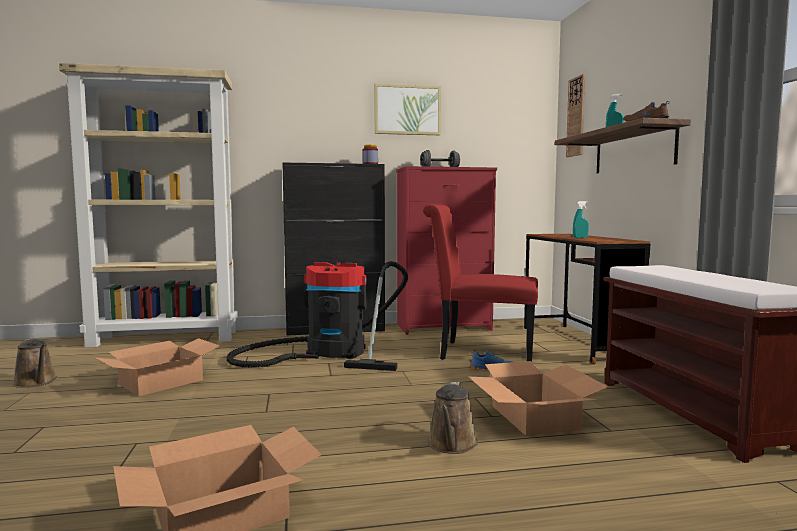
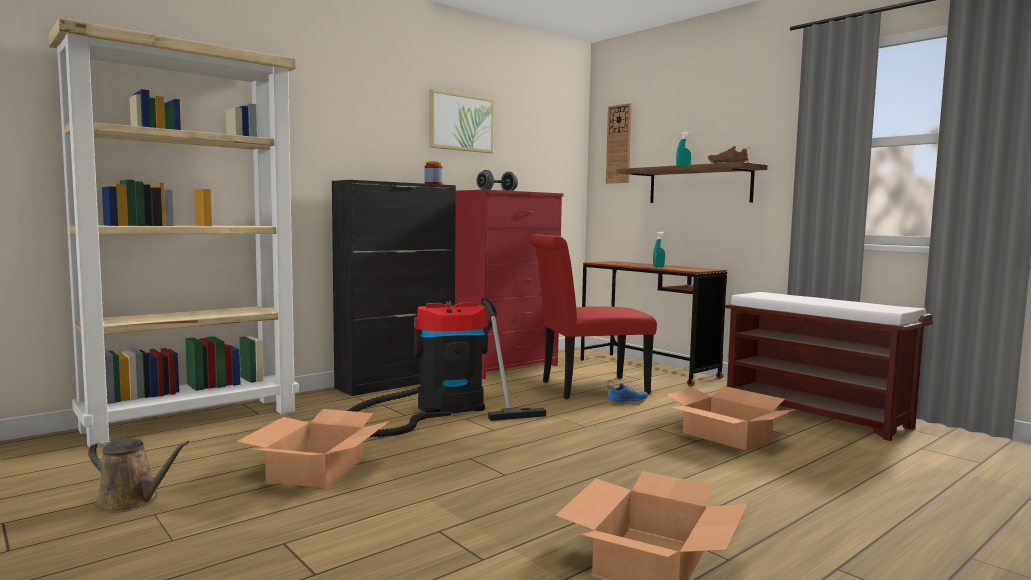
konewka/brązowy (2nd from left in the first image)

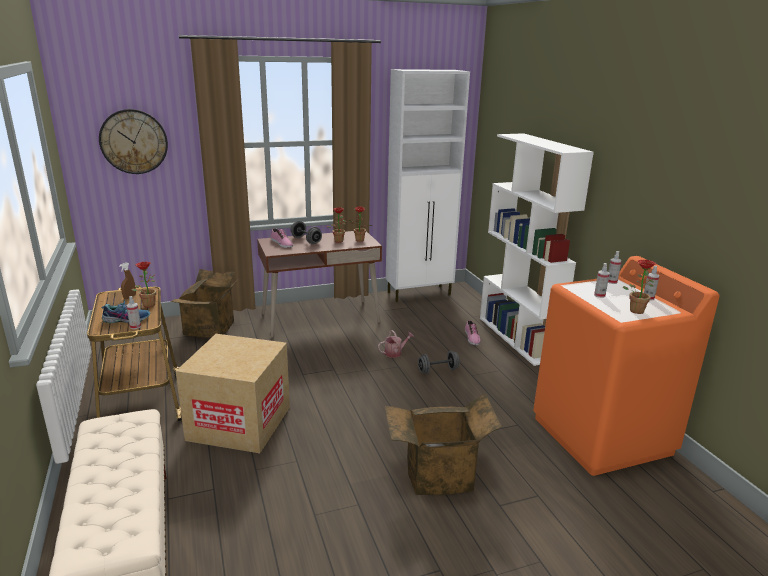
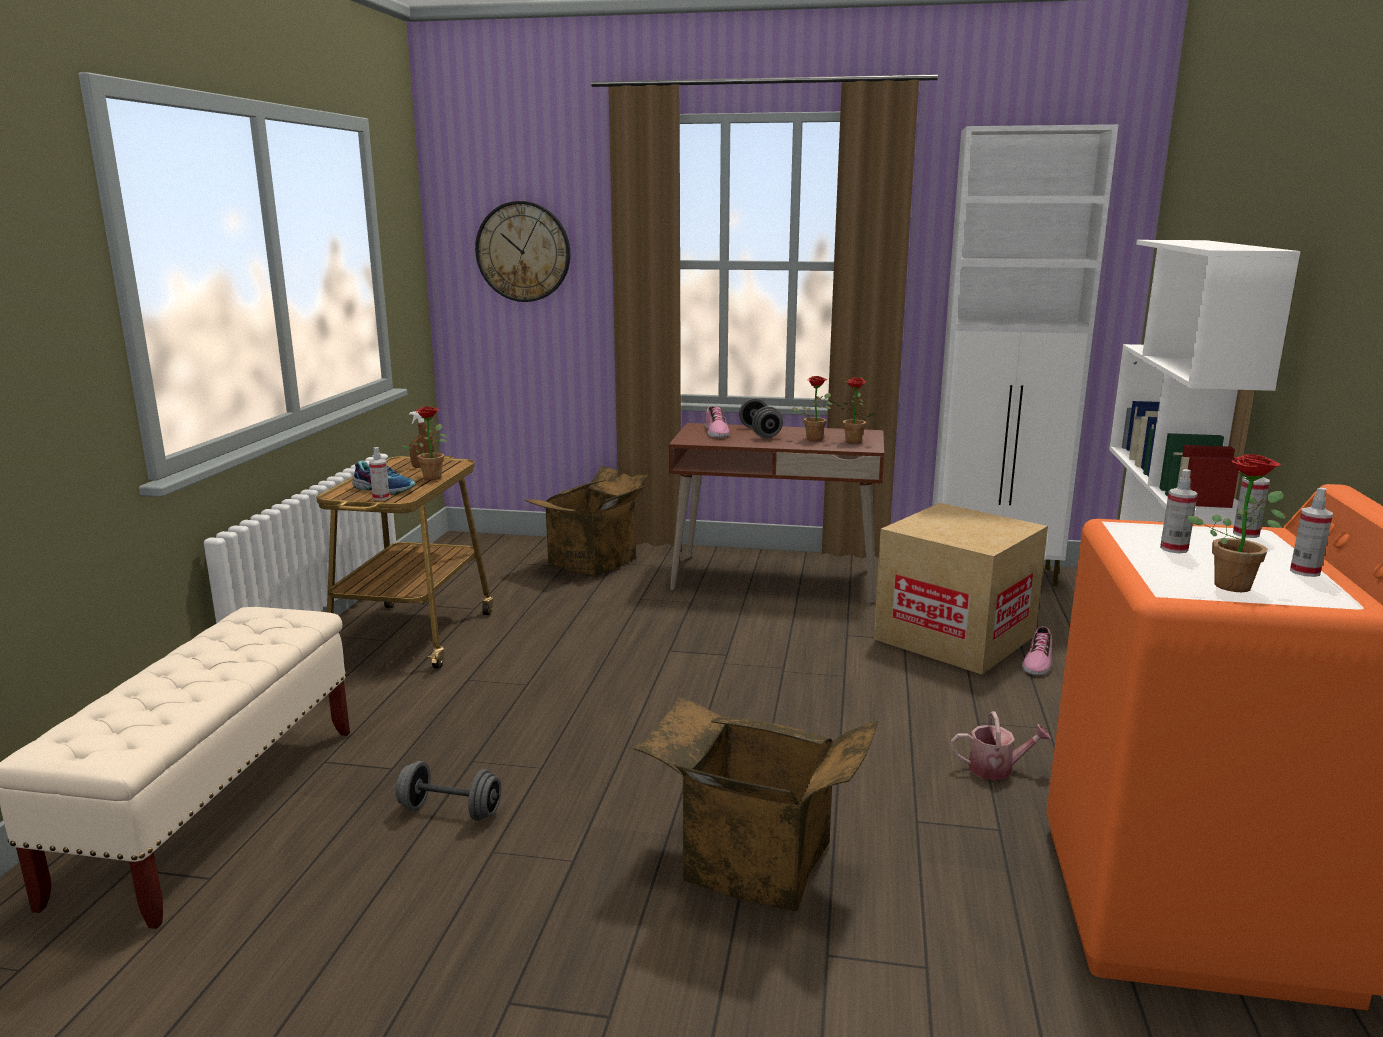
karton (3rd from left); konewka; hantel/szary (1st from left)

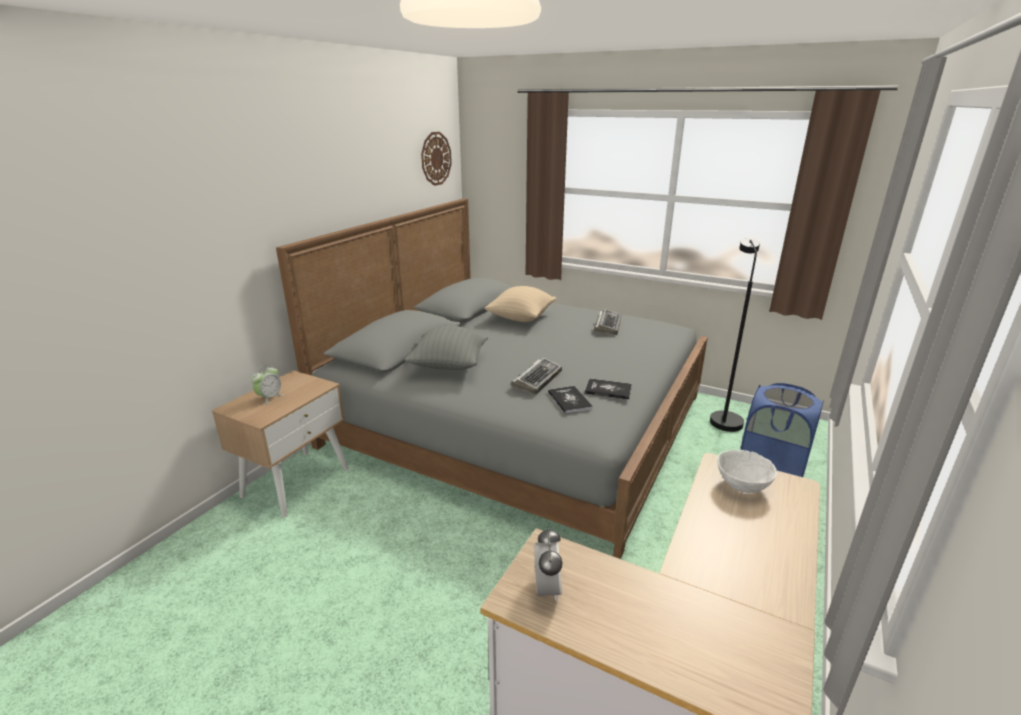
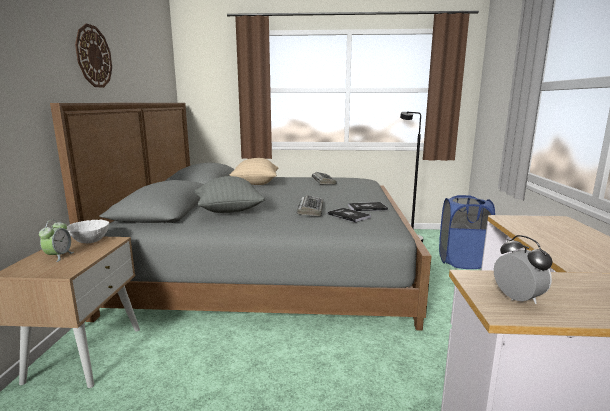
zegar ścienny; miska/biały

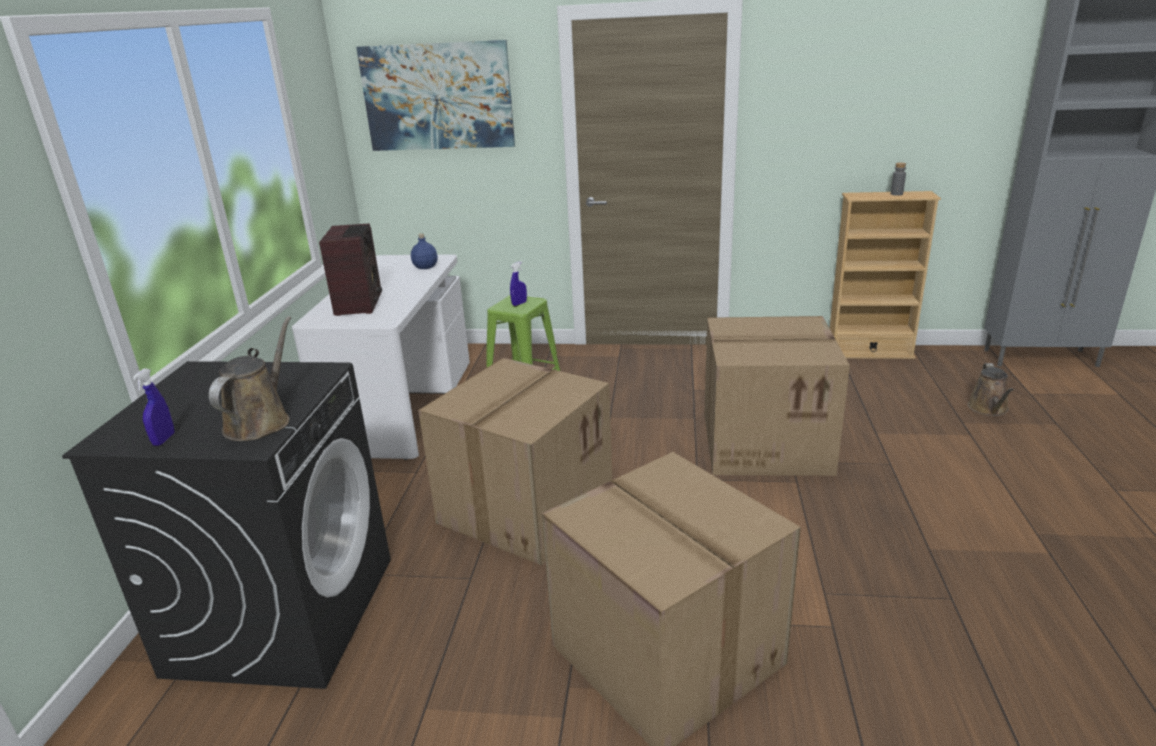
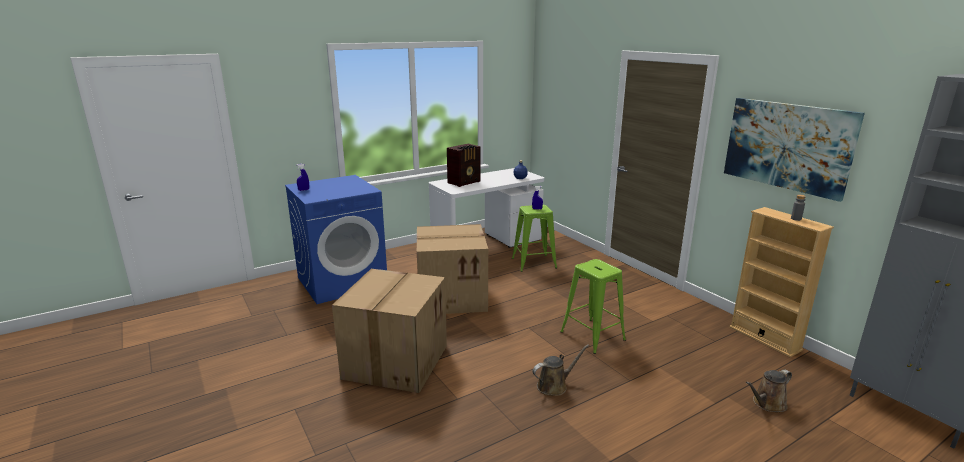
pralka/niebieski; konewka/brązowy (1st from left); obraz; stołek/zielony (2nd from left)

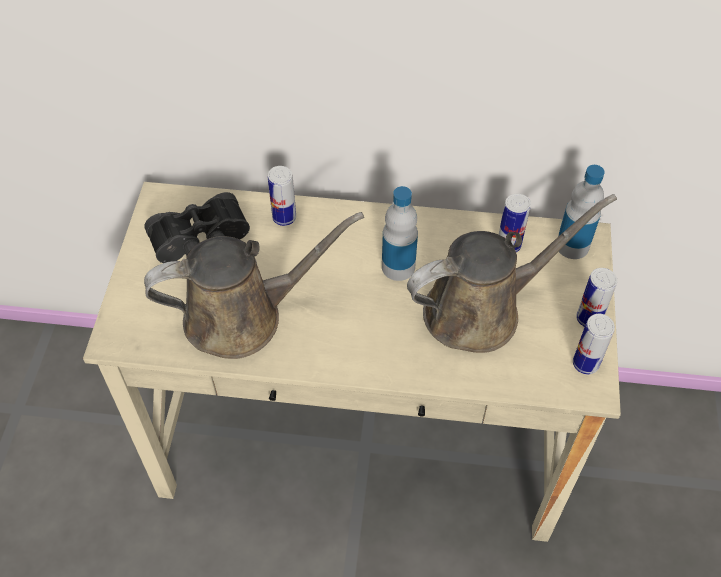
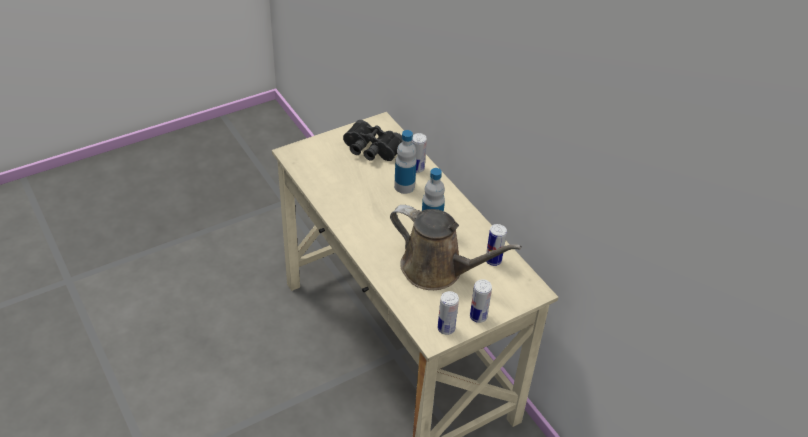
konewka/brązowy (1st from left in the first image); butelka (1st from left)

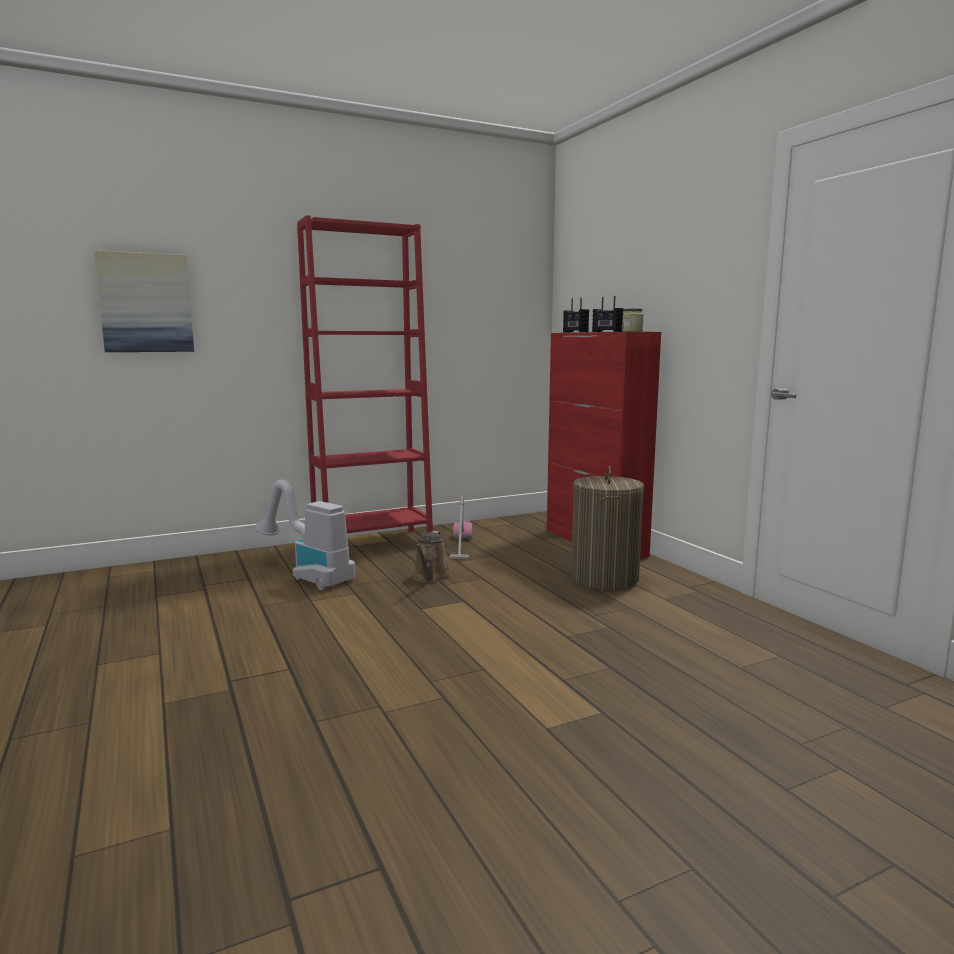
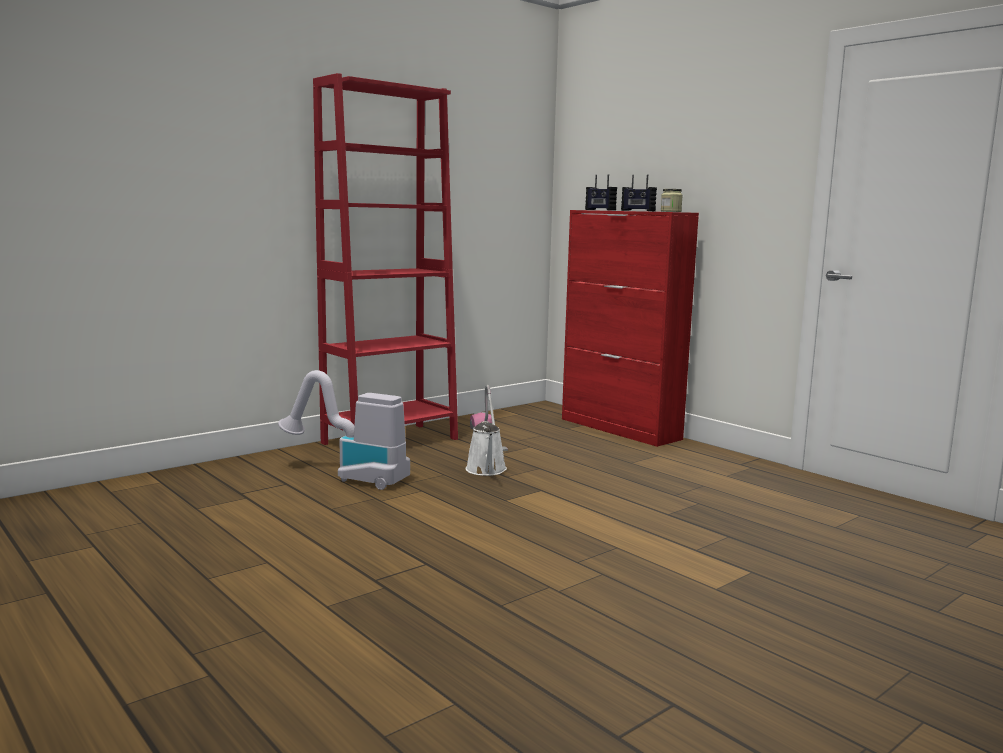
obraz; konewka/biały; kosz na pranie

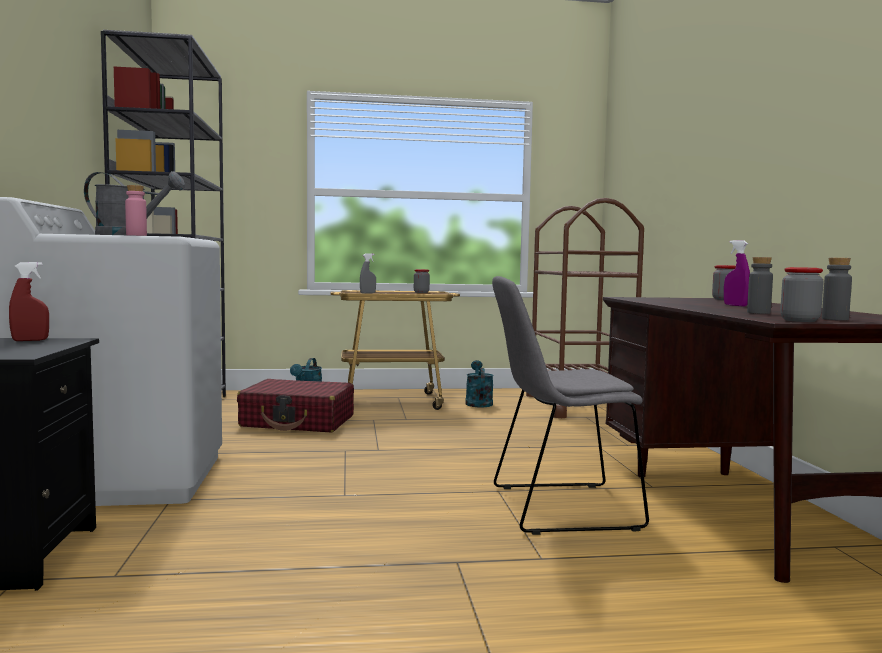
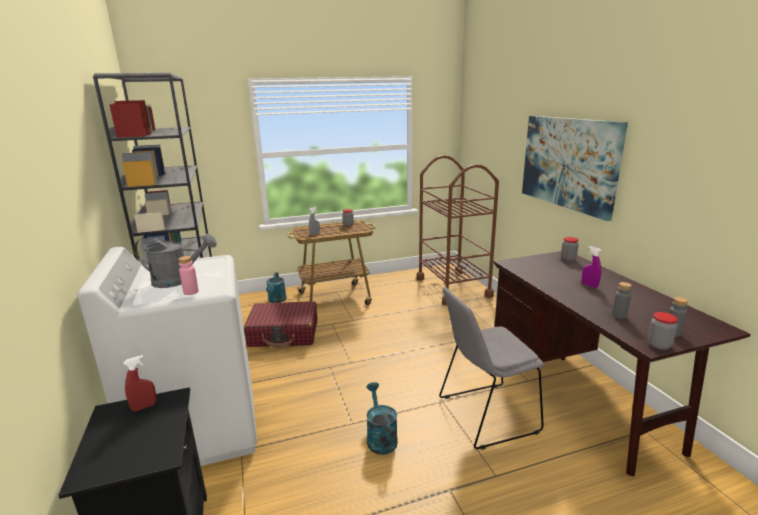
konewka/turkusowy (2nd from left); obraz

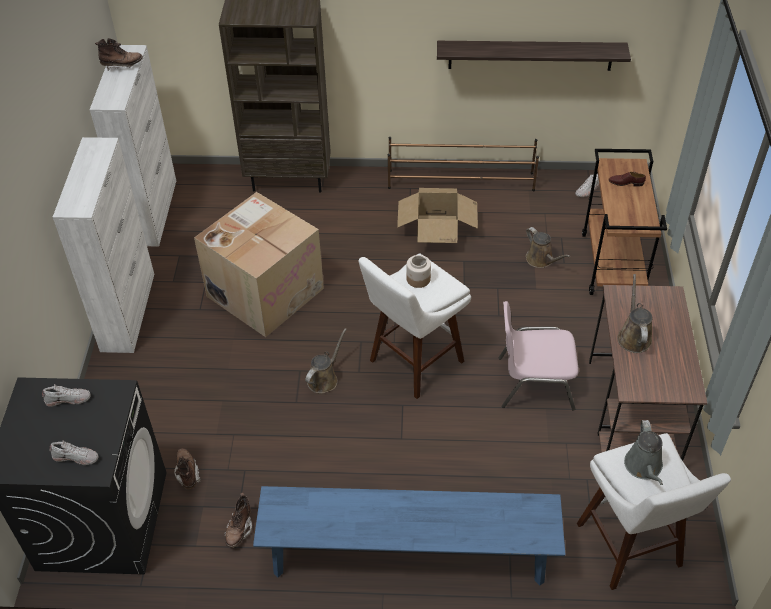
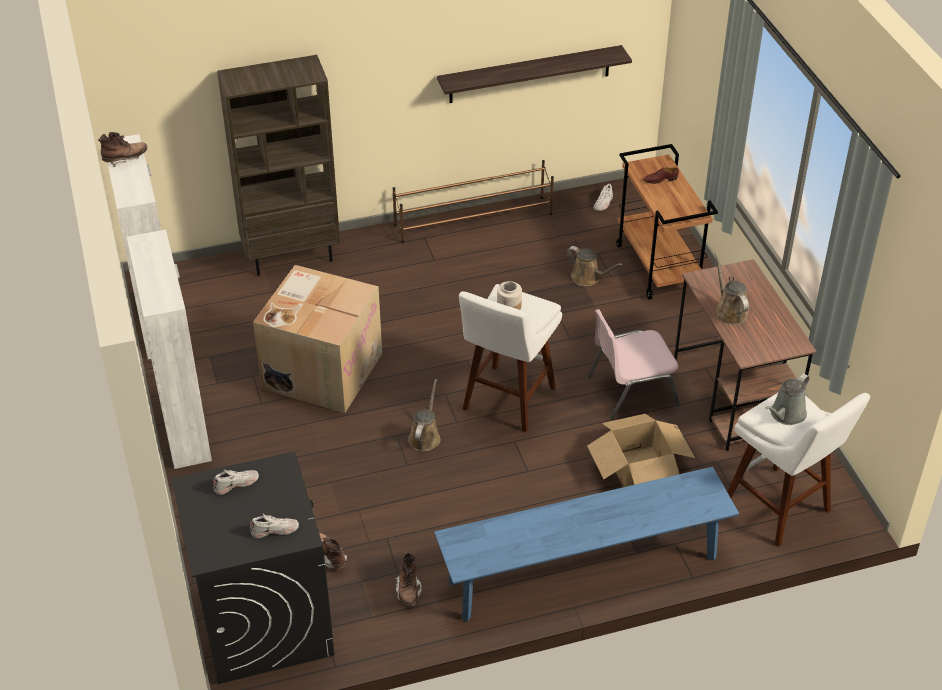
karton (2nd from left); konewka/szary

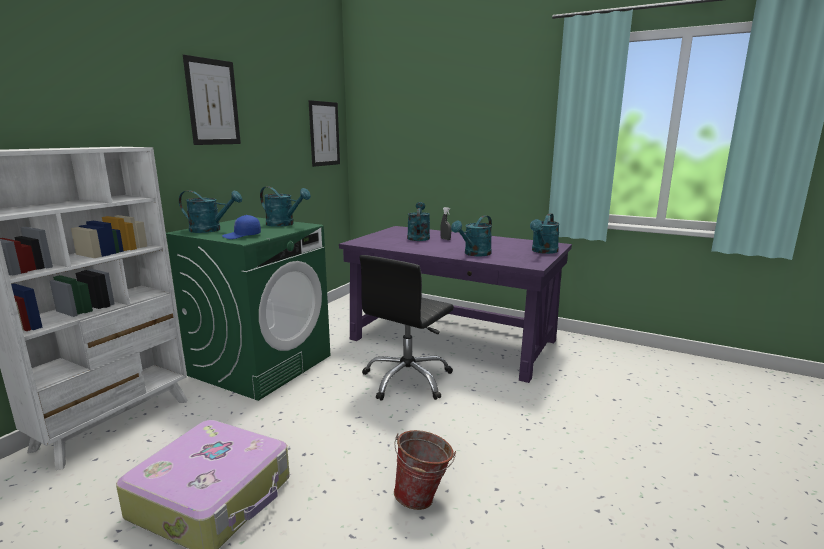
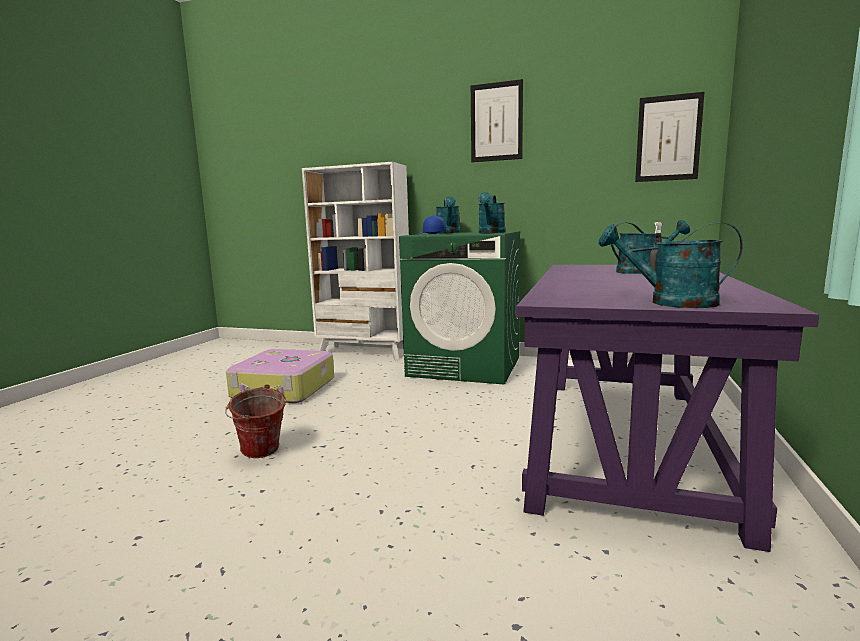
krzesło biurowe/czarny; konewka/turkusowy (4th from left in the first image)

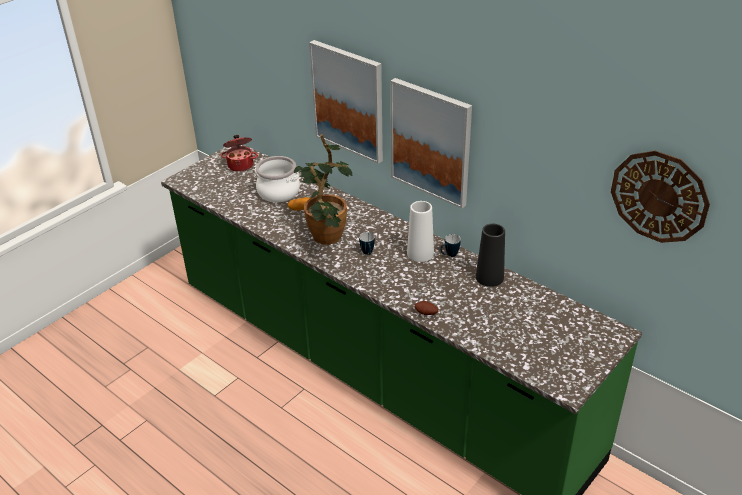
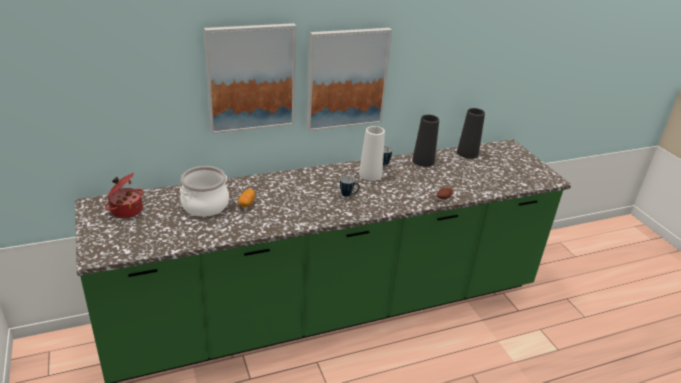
roślina doniczkowa; zegar ścienny; wazon/czarny (2nd from left)

